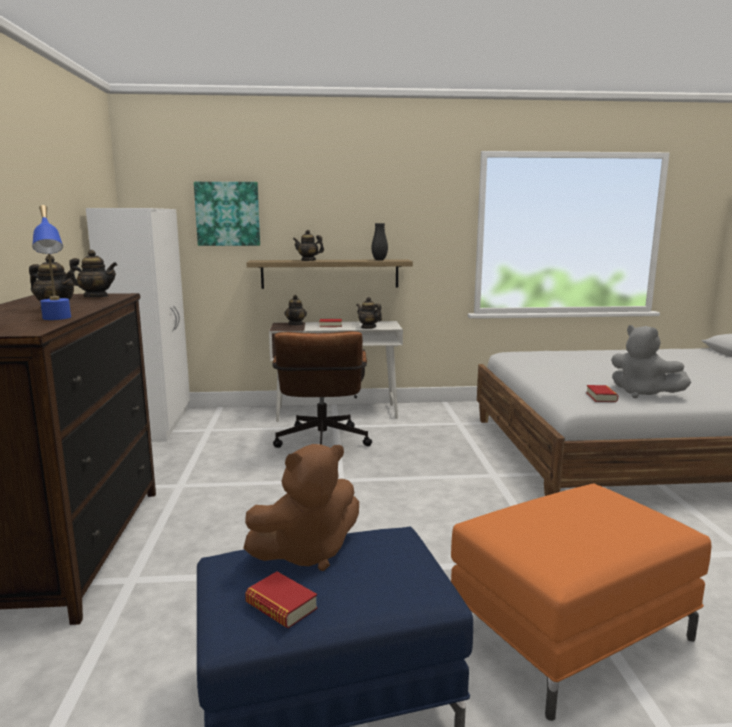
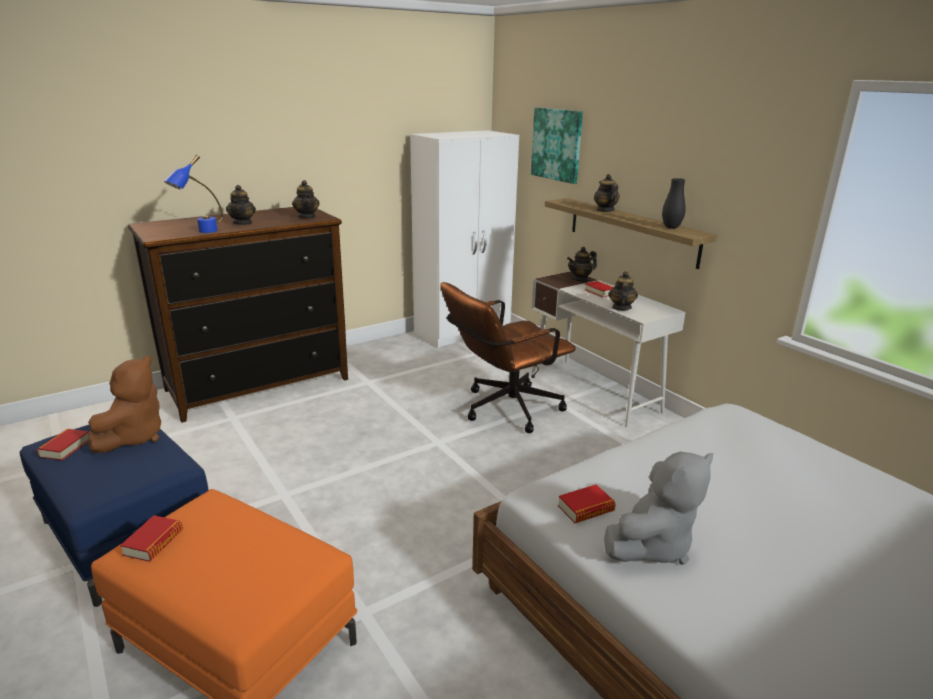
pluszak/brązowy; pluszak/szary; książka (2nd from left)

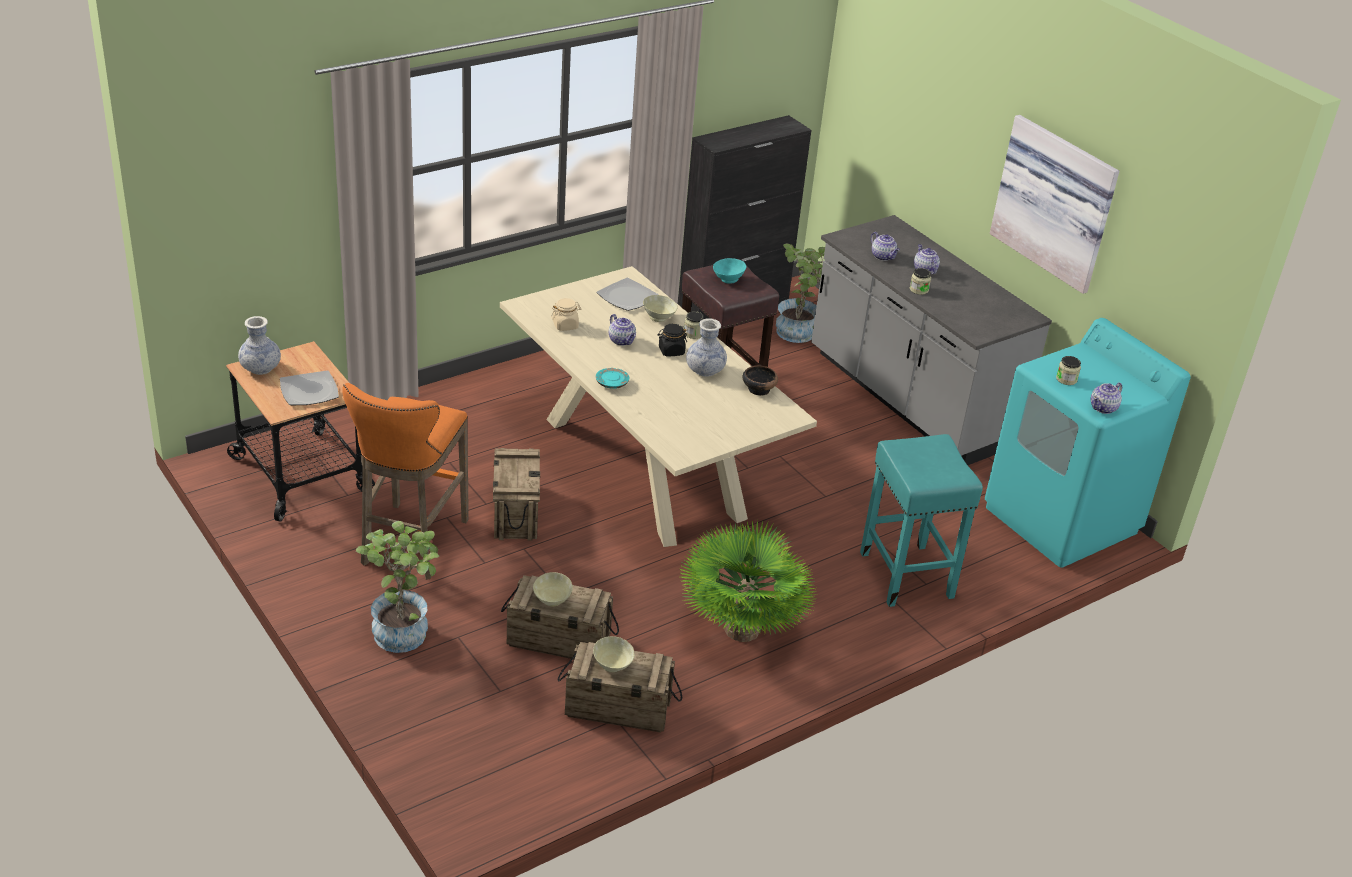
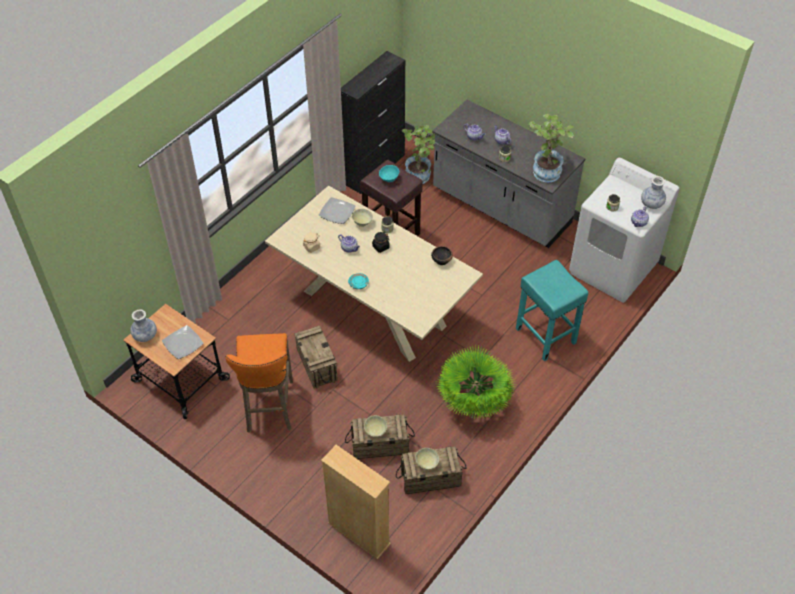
roślina doniczkowa (3rd from left); wazon (2nd from left); pralka/biały; obraz; regał/beżowy

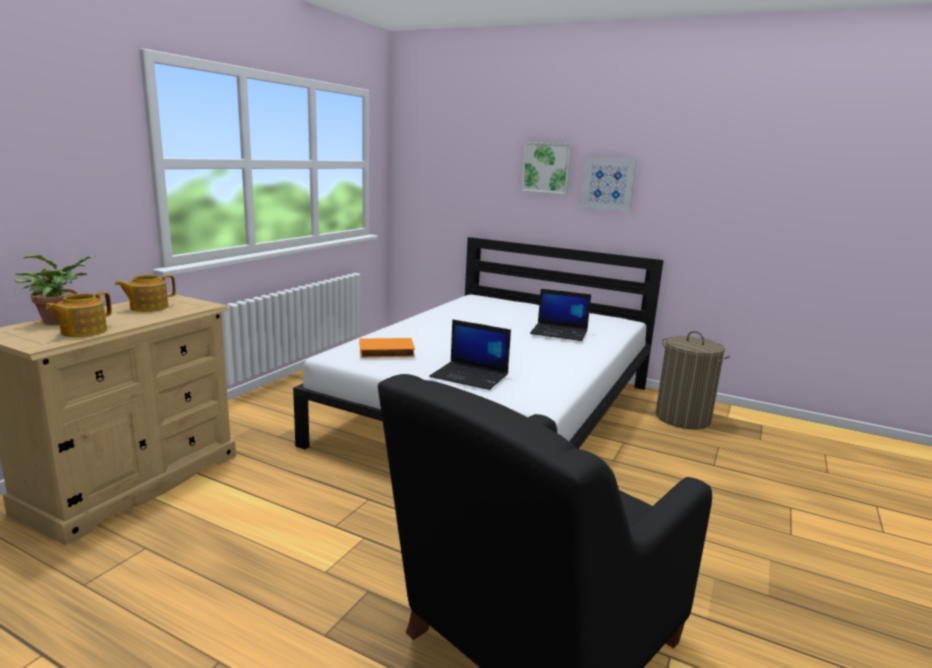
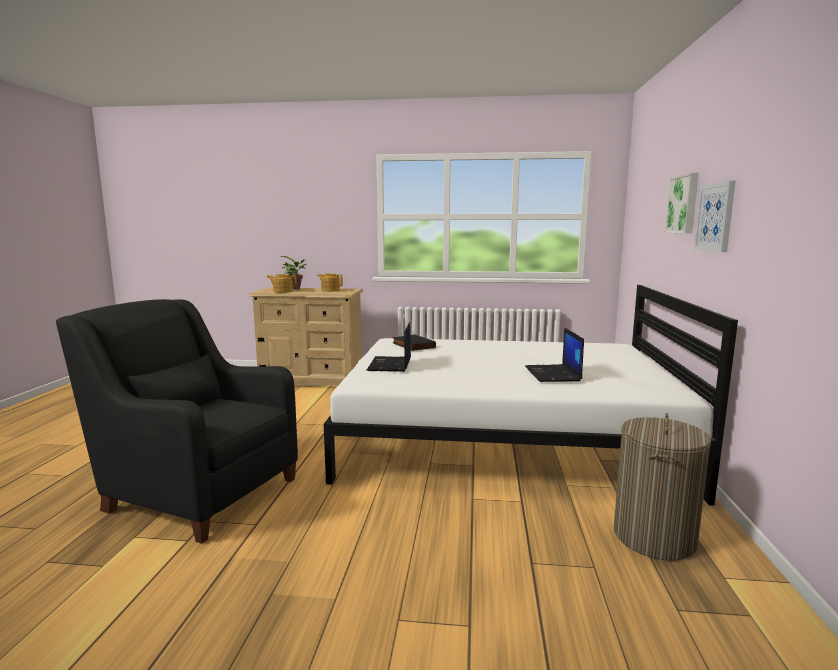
książka/czarny

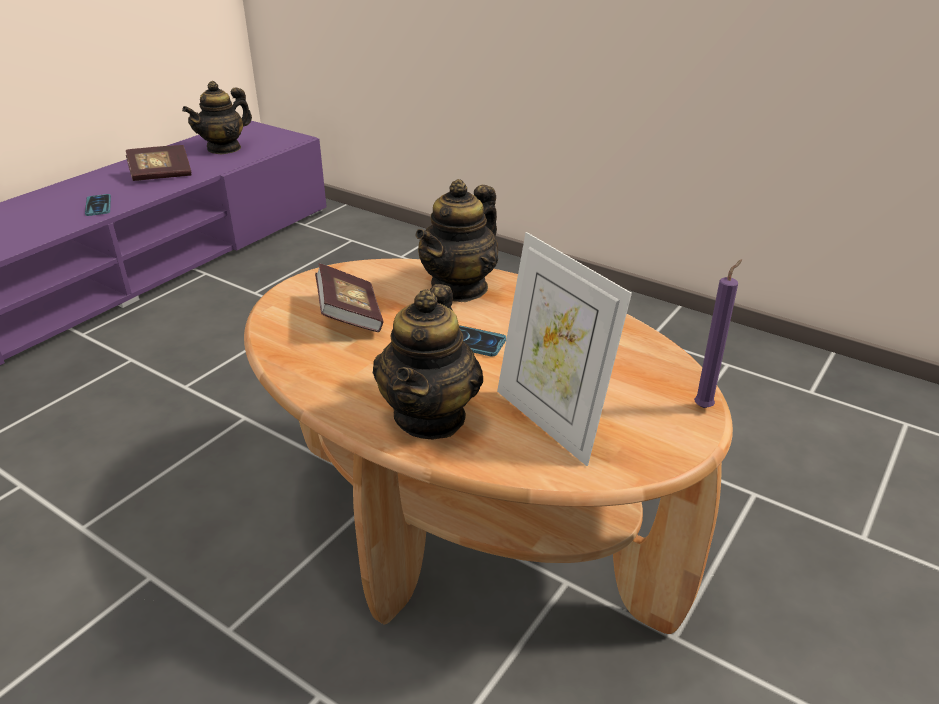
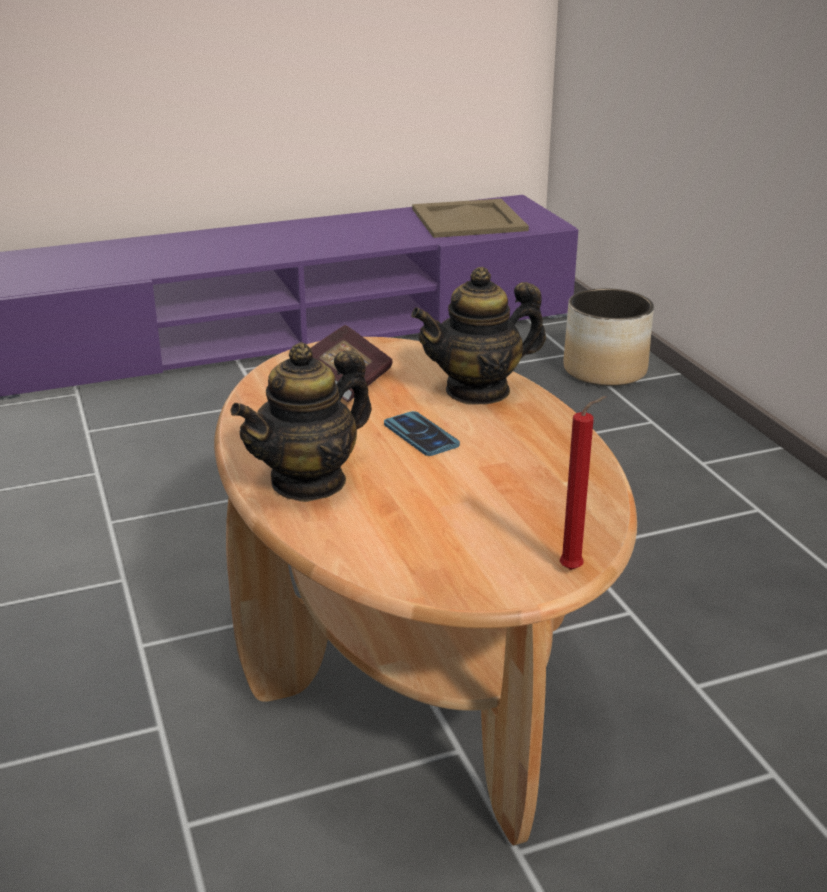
telefon (1st from left in the first image); książka (1st from left in the first image); taca/beżowy; ramka na zdjęcie; świeca/czerwony; donica

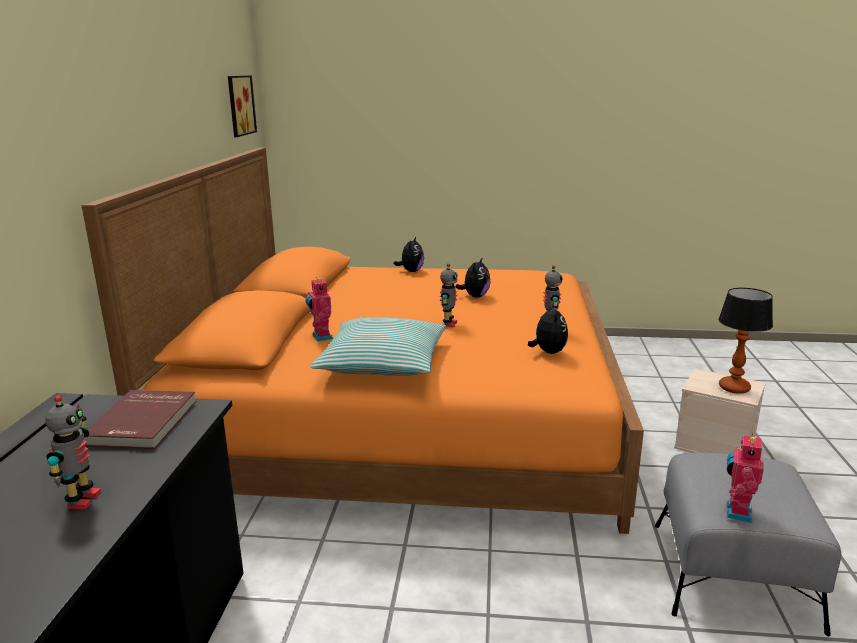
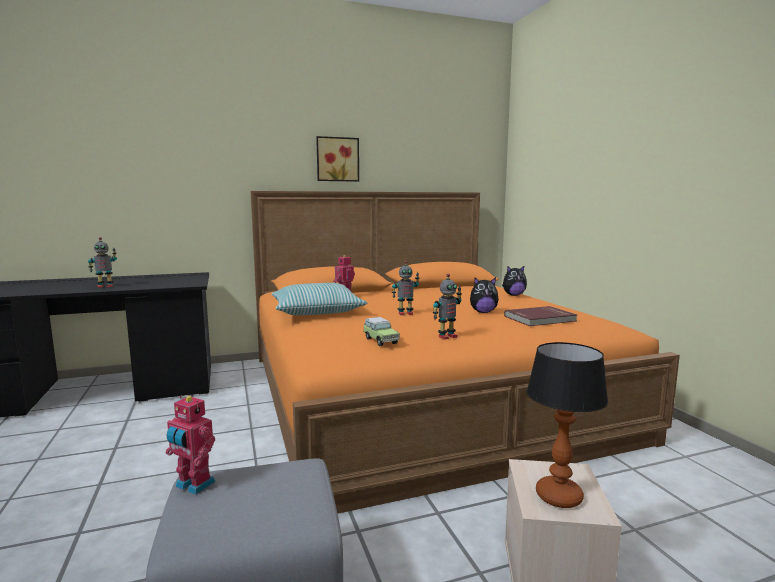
książka/czerwony; obraz; samochodzik; robot zabawkowy (2nd from left)

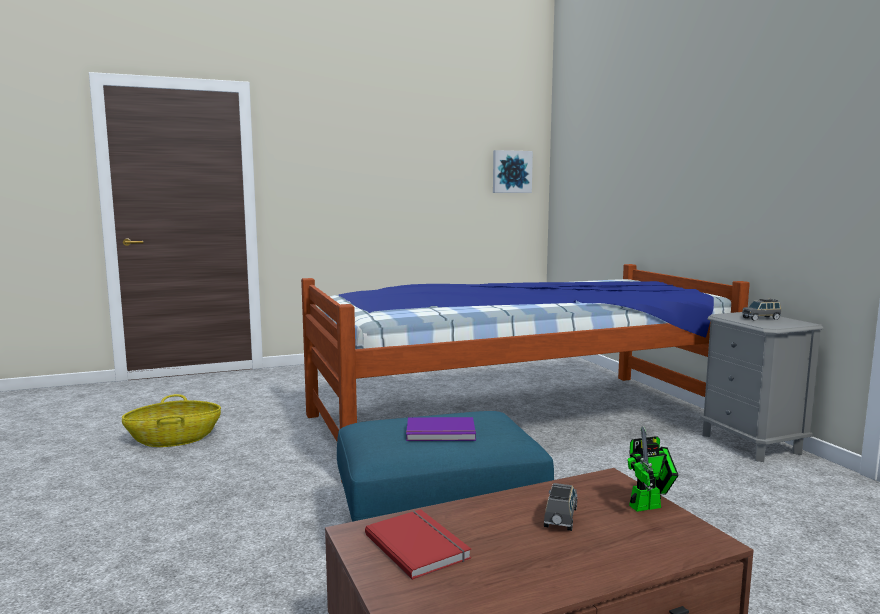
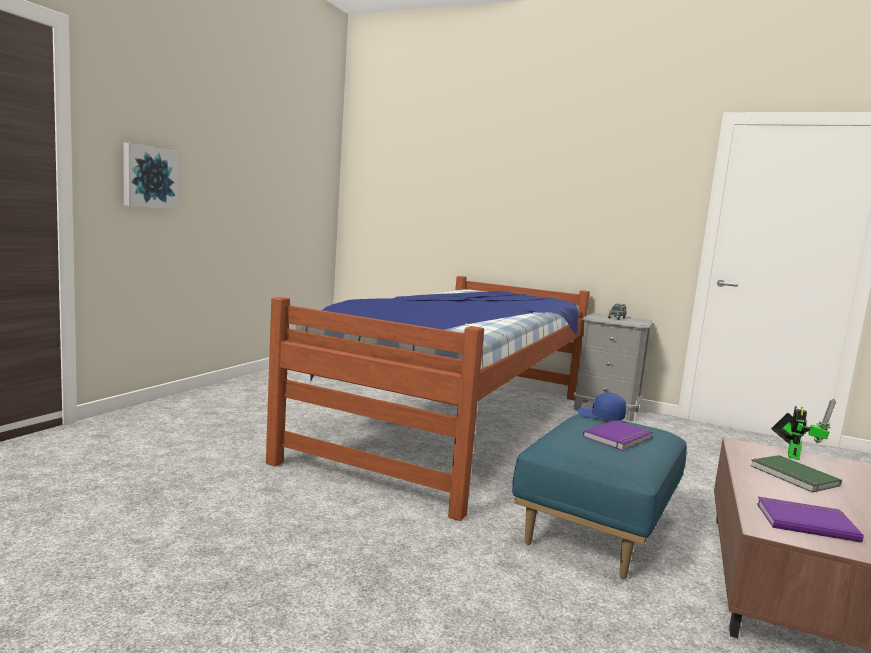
koszyk; książka/fioletowy (2nd from left); obraz; książka/zielony; czapka z daszkiem/niebieski

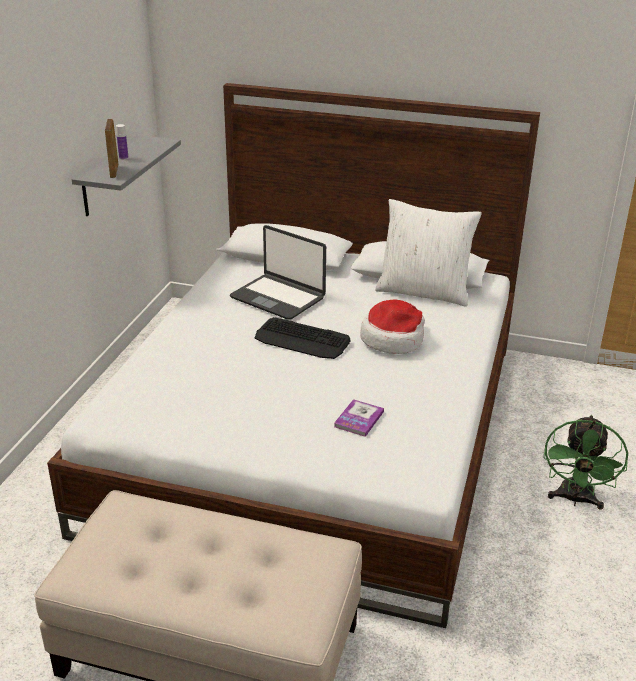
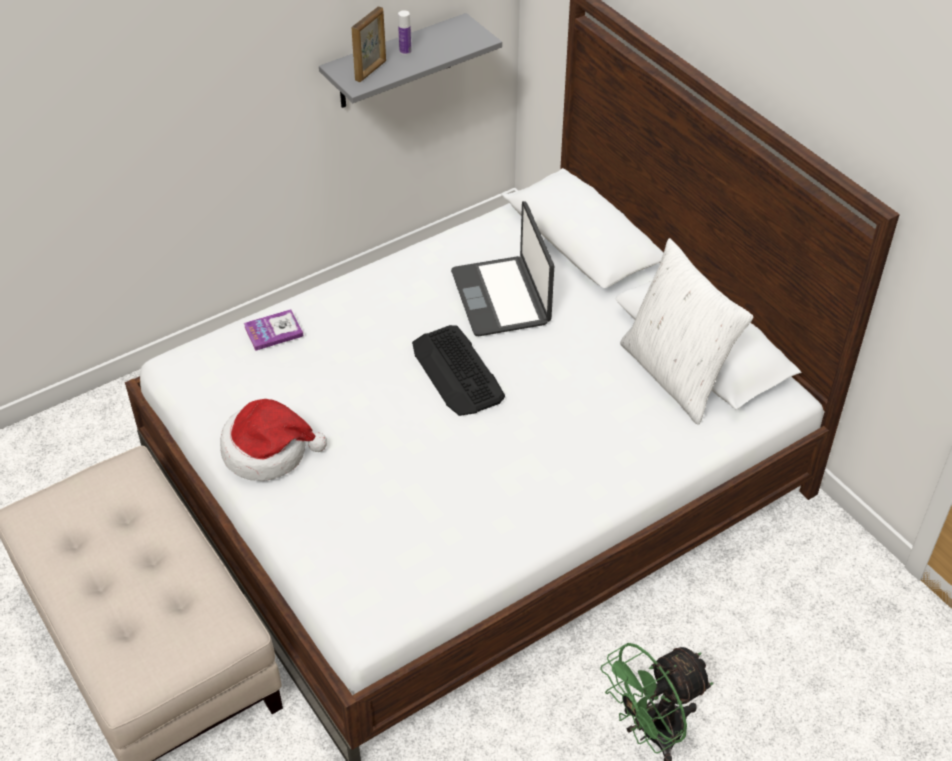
książka; kapelusz

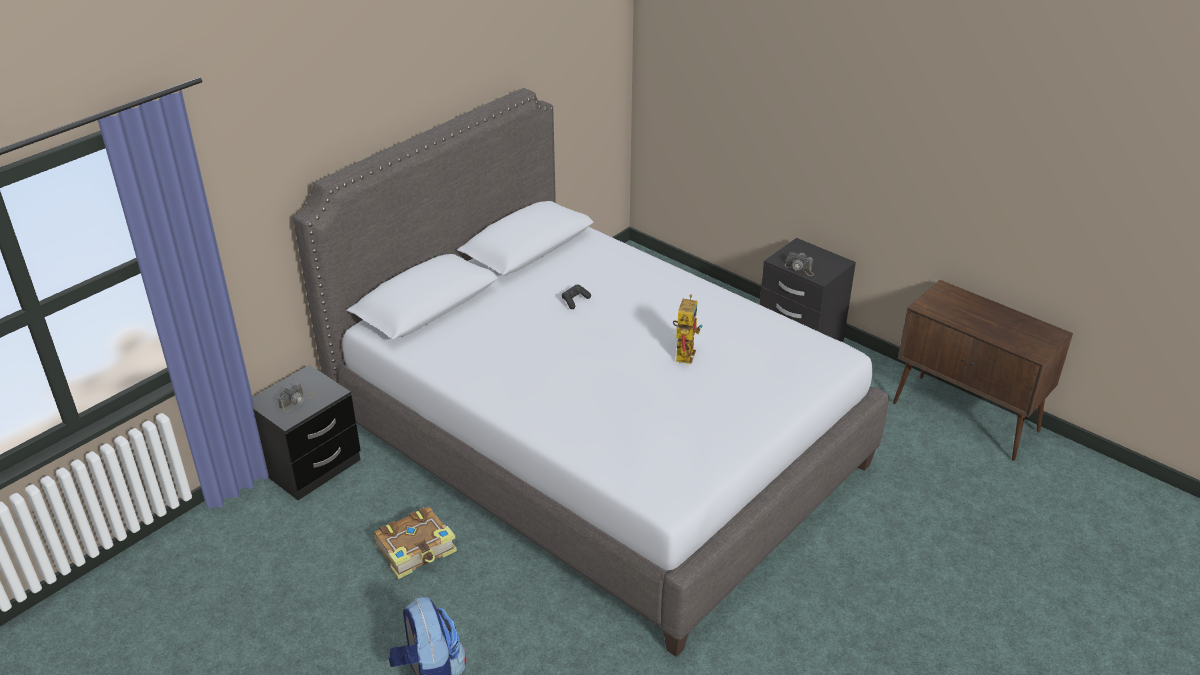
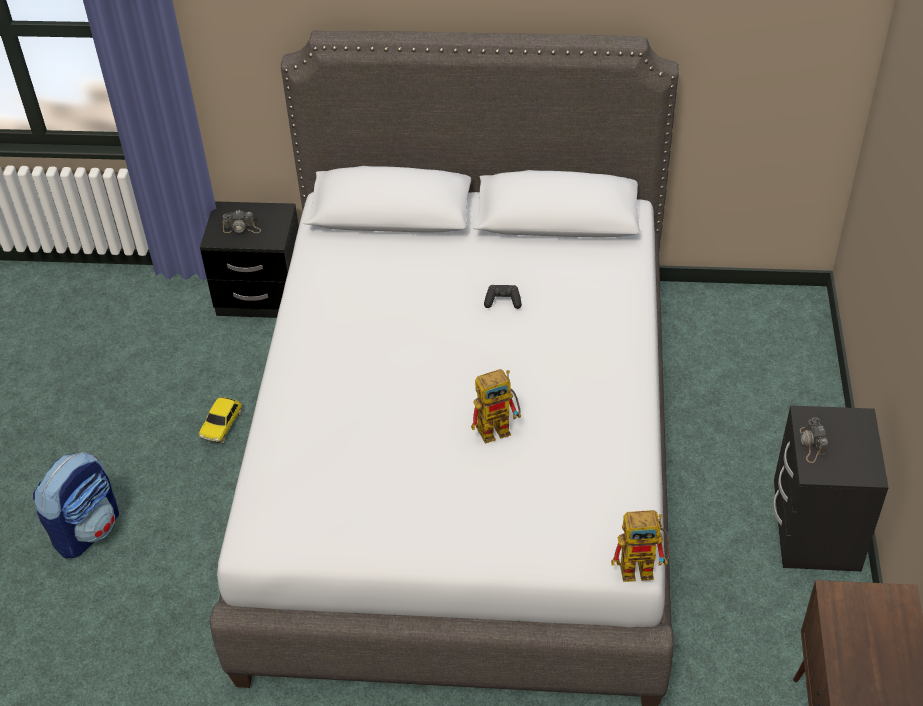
samochodzik; robot zabawkowy (2nd from left)

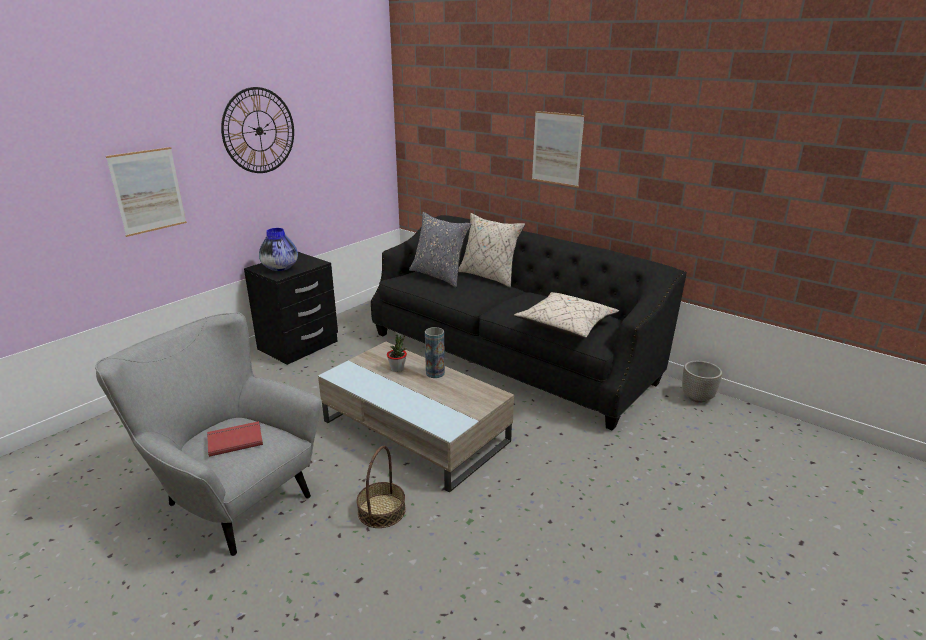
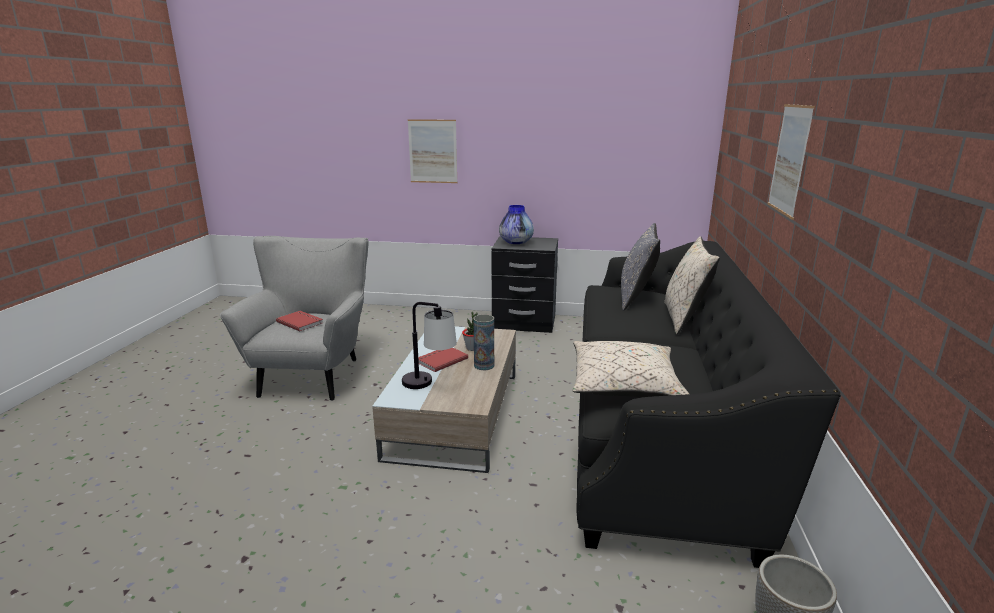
zegar ścienny; koszyk; lampa stołowa; książka/czerwony (2nd from left)

